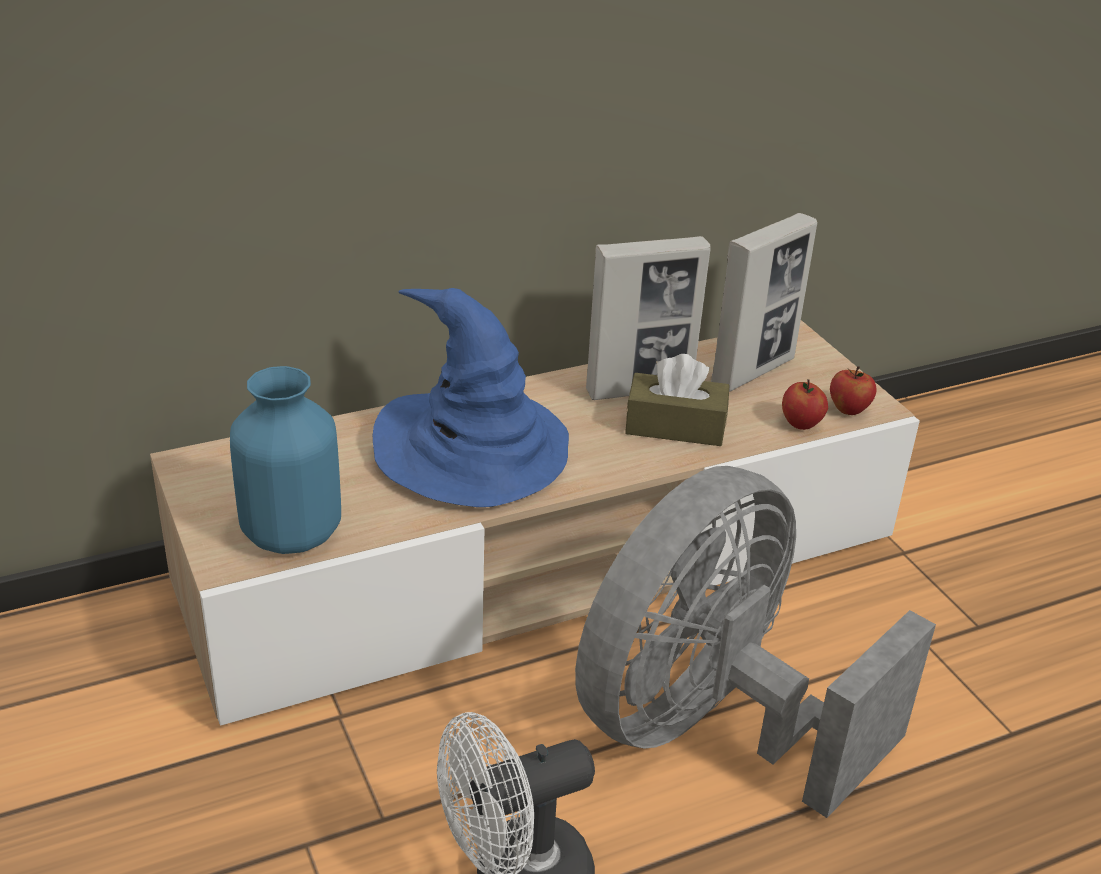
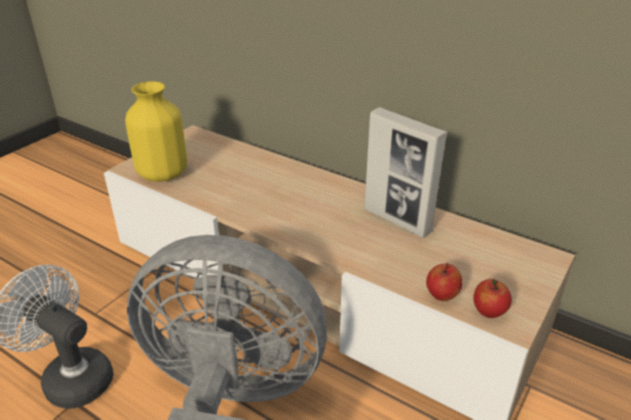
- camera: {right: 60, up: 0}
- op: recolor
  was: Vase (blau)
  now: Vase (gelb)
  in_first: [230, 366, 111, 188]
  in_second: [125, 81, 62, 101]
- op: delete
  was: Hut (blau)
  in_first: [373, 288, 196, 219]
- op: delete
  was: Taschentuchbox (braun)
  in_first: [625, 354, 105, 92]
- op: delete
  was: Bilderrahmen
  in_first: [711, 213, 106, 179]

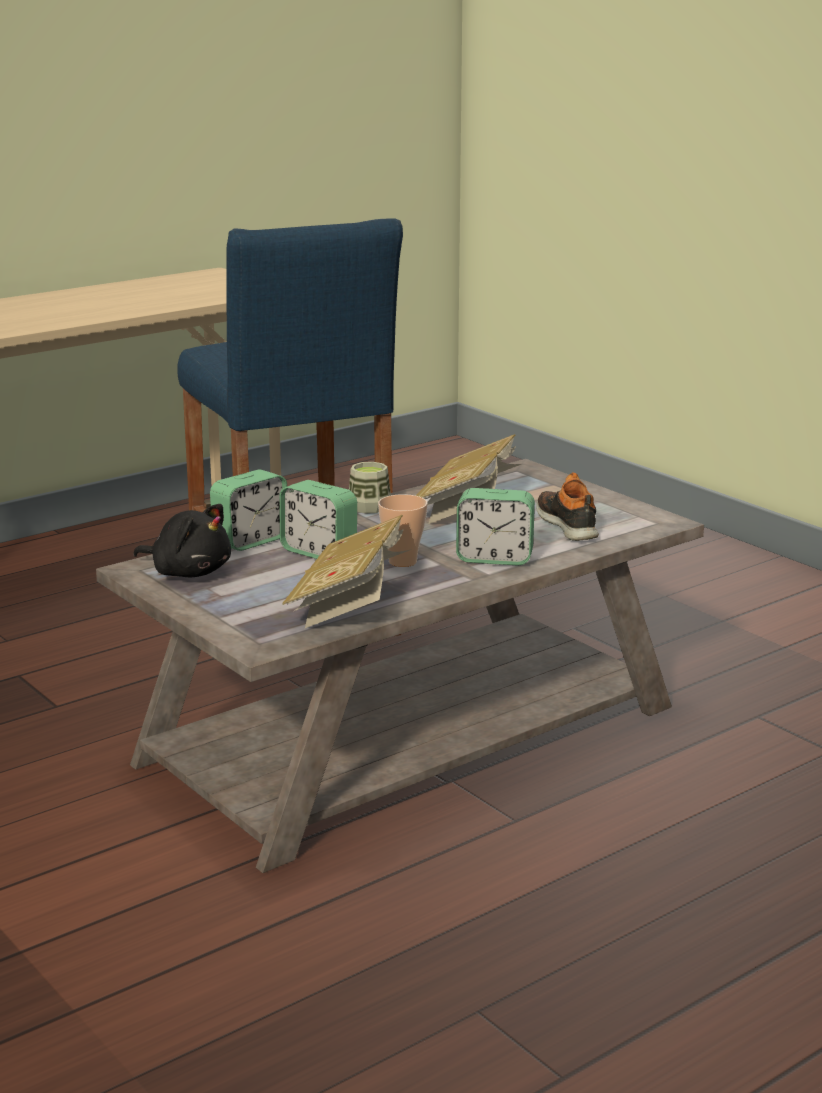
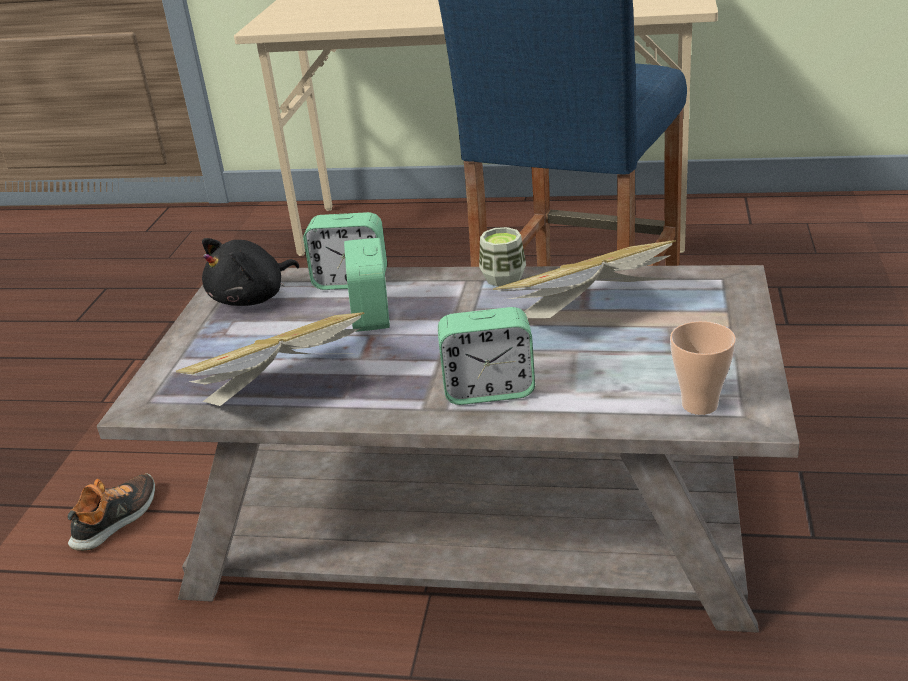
- camera: {right: 50, up: 10}
- op: move
  was: Schuh
  in_first: [536, 472, 63, 69]
  in_second: [68, 473, 87, 78]
- op: rotate
  was: Plüschtier (schwarz)
  in_first: [133, 504, 98, 73]
  in_second: [202, 238, 97, 68]
  clockwise: 60
- op: rotate
  was: Wecker
  in_first: [456, 488, 79, 77]
  in_second: [438, 307, 97, 98]
  clockwise: -60
- op: move
  was: Tasse
  in_first: [378, 494, 50, 73]
  in_second: [670, 321, 66, 94]

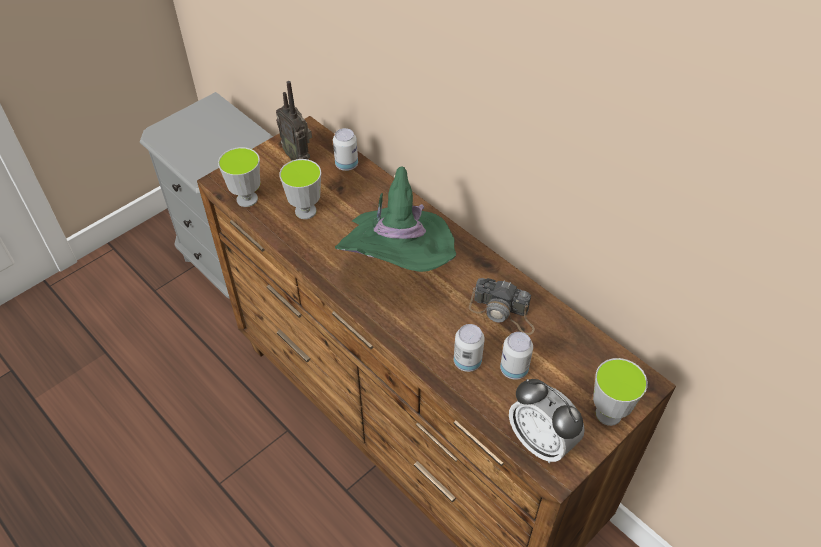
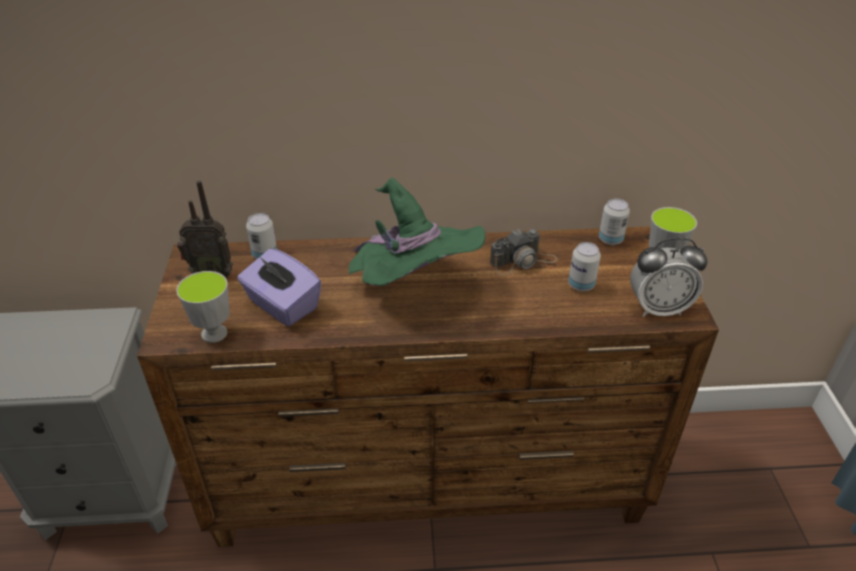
- camera: {right: -50, up: -10}
- op: replace
  was: Tasse
  now: Taschentuchbox (lila)
  in_first: [279, 159, 42, 60]
  in_second: [237, 249, 84, 77]
- op: move
  was: Dose
  in_first: [454, 324, 31, 48]
  in_second: [599, 199, 31, 46]

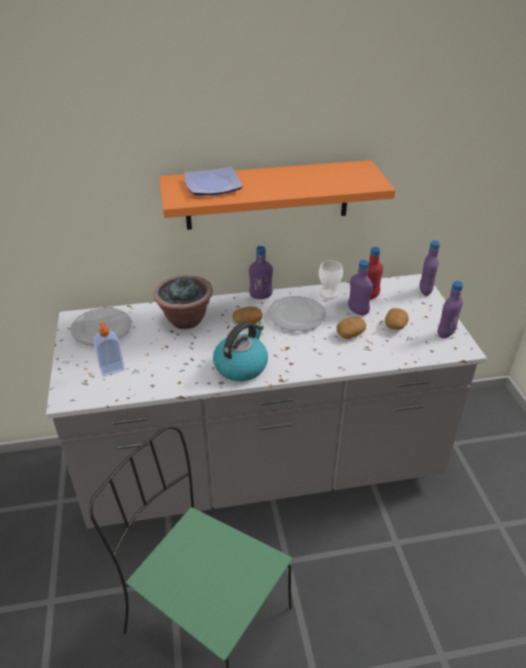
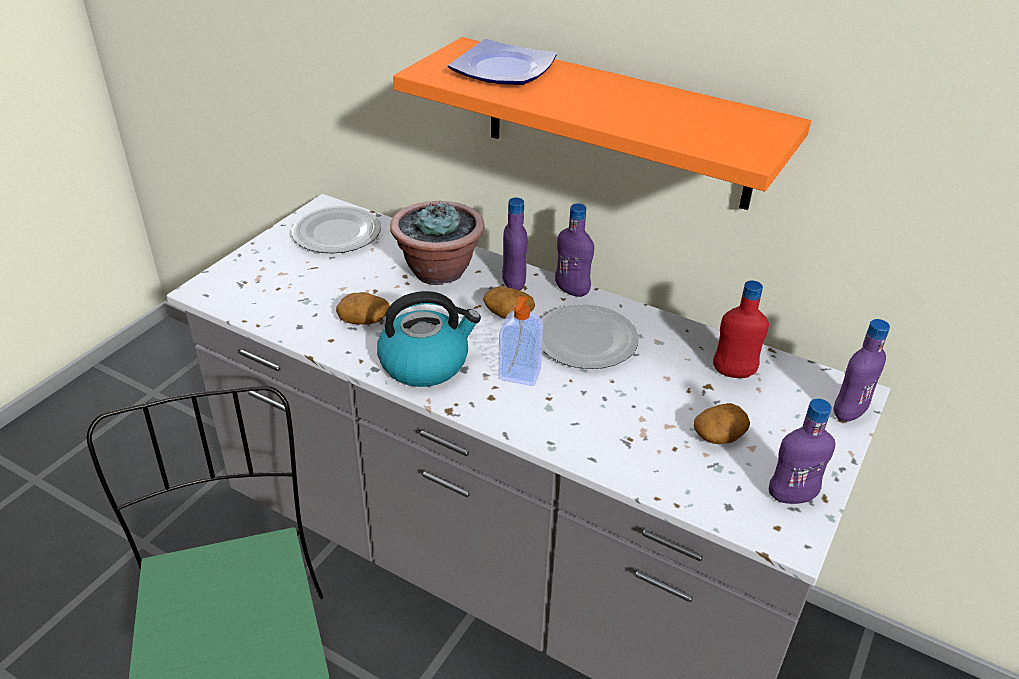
- camera: {right: 40, up: 0}
- op: move
  was: Kartoffel
  in_first: [337, 317, 29, 22]
  in_second: [336, 292, 53, 33]
- op: move
  was: Seifenspender
  in_first: [93, 322, 32, 54]
  in_second: [498, 296, 45, 90]
- op: move
  was: Flasche (lila)
  in_first: [348, 260, 25, 55]
  in_second: [502, 198, 26, 92]
- op: delete
  was: Tasse
  in_first: [319, 260, 24, 39]

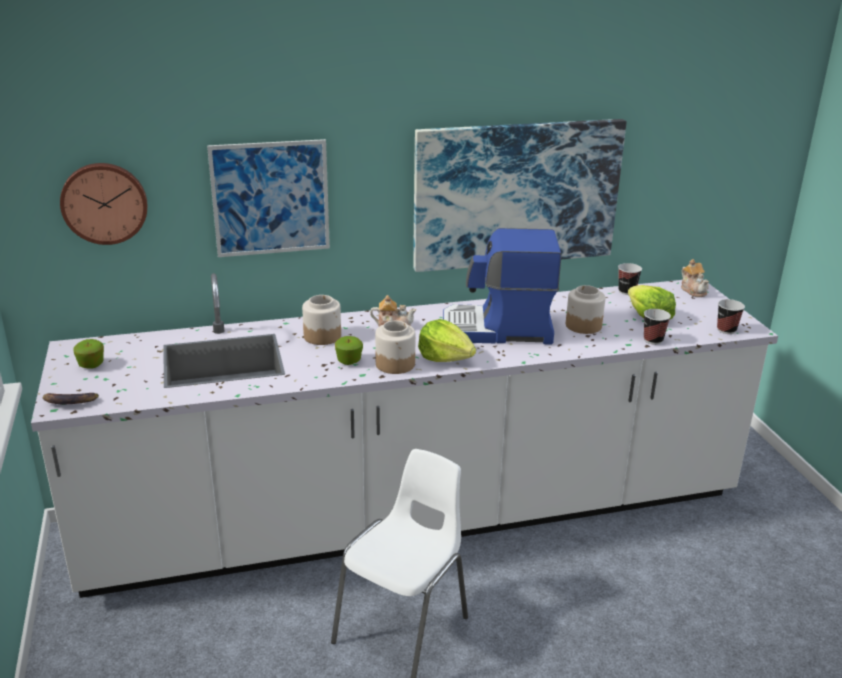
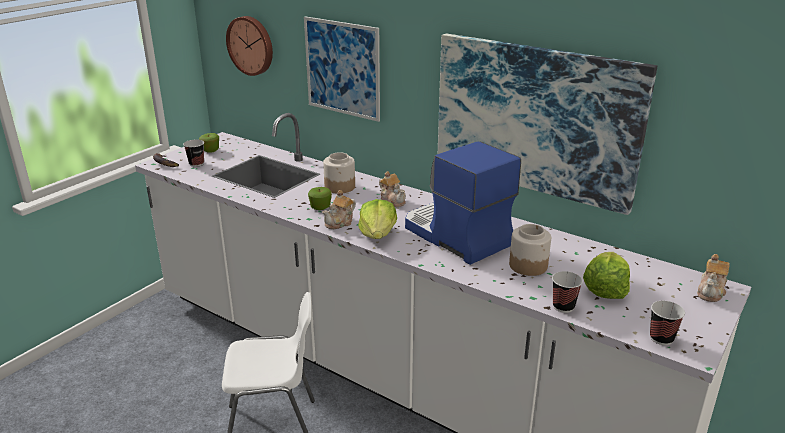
- camera: {right: 50, up: 0}
- op: move
  was: Tasse
  in_first: [618, 263, 24, 32]
  in_second: [183, 140, 21, 27]
- op: replace
  was: Vorratsglas
  now: Teekanne
  in_first: [375, 321, 41, 53]
  in_second: [322, 190, 34, 39]

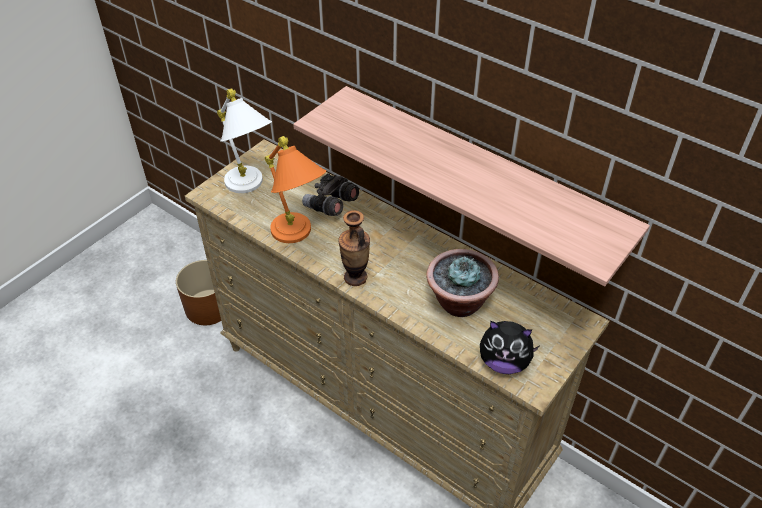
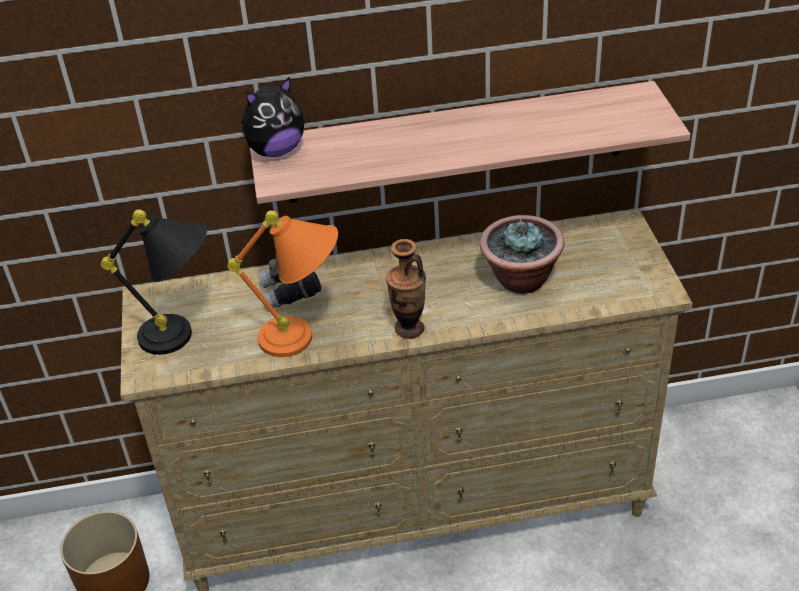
- camera: {right: -45, up: -5}
- op: recolor
  was: Tischlampe (weiß)
  now: Tischlampe (schwarz)
  in_first: [217, 88, 55, 105]
  in_second: [101, 209, 106, 146]
- op: move
  was: Plüschtier
  in_first: [480, 321, 59, 53]
  in_second: [242, 77, 62, 80]

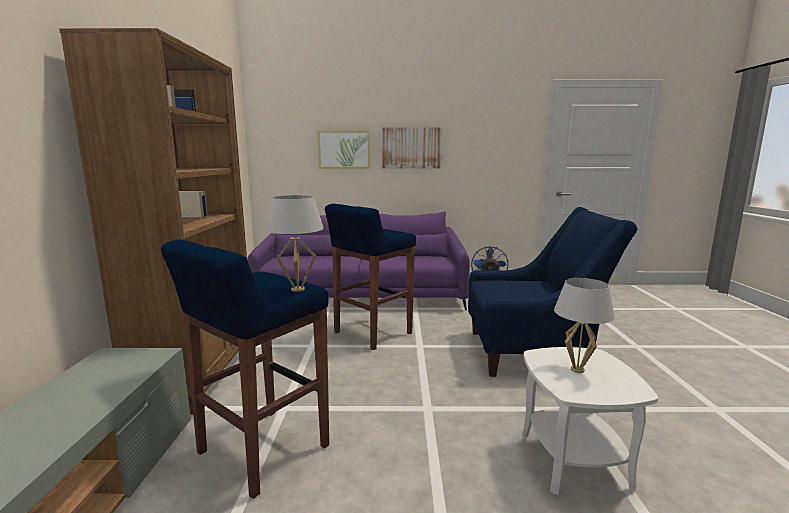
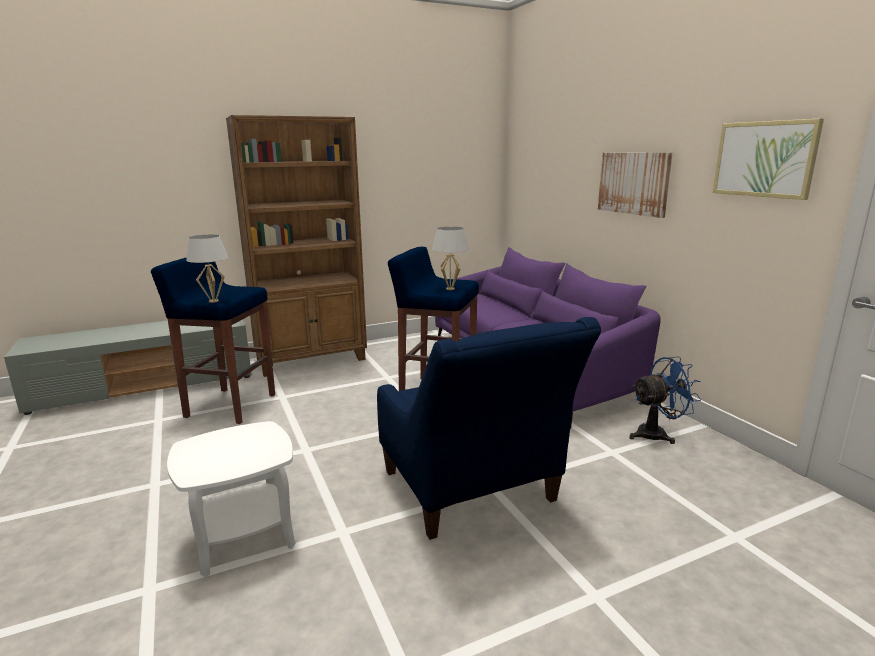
- camera: {right: 65, up: 5}
- op: move
  was: Tischlampe (weiß)
  in_first: [554, 278, 61, 95]
  in_second: [432, 227, 37, 63]
- op: move
  was: Bild
  in_first: [317, 130, 53, 39]
  in_second: [713, 118, 111, 82]

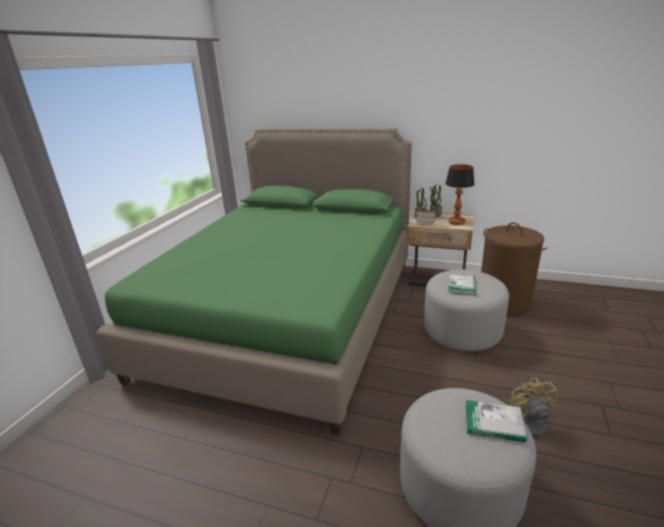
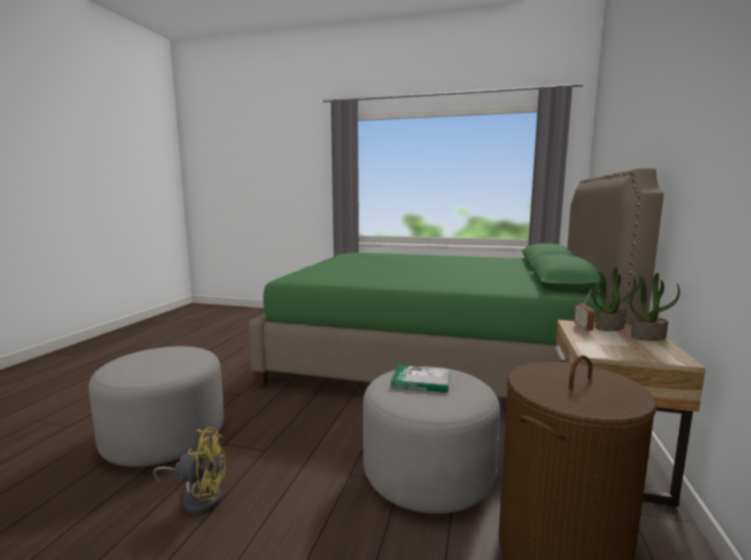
- camera: {right: 85, up: -15}
- op: delete
  was: Tischlampe
  in_first: [445, 164, 30, 61]
- op: delete
  was: Buch
  in_first: [466, 400, 61, 43]

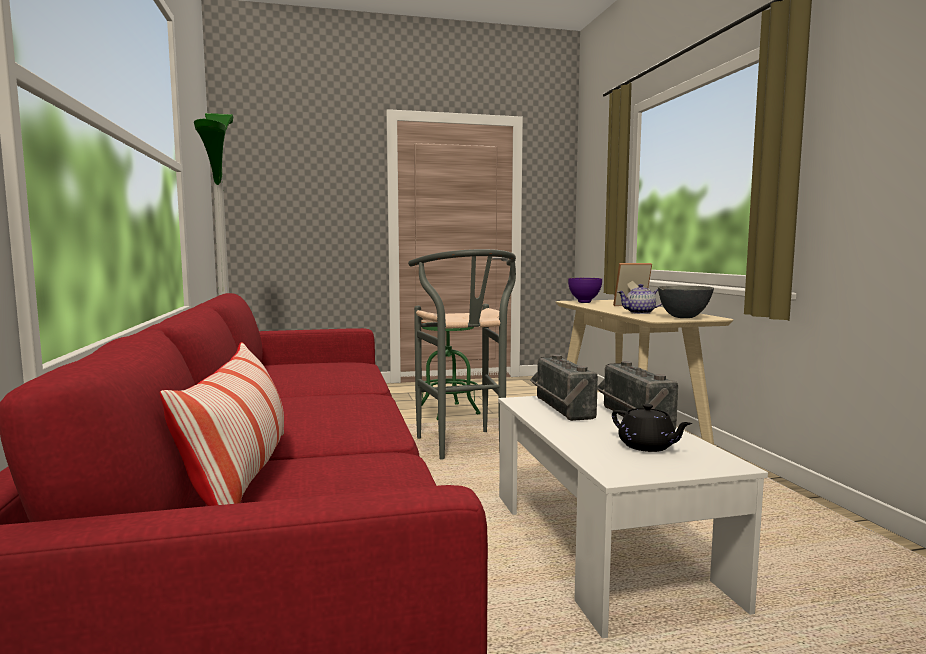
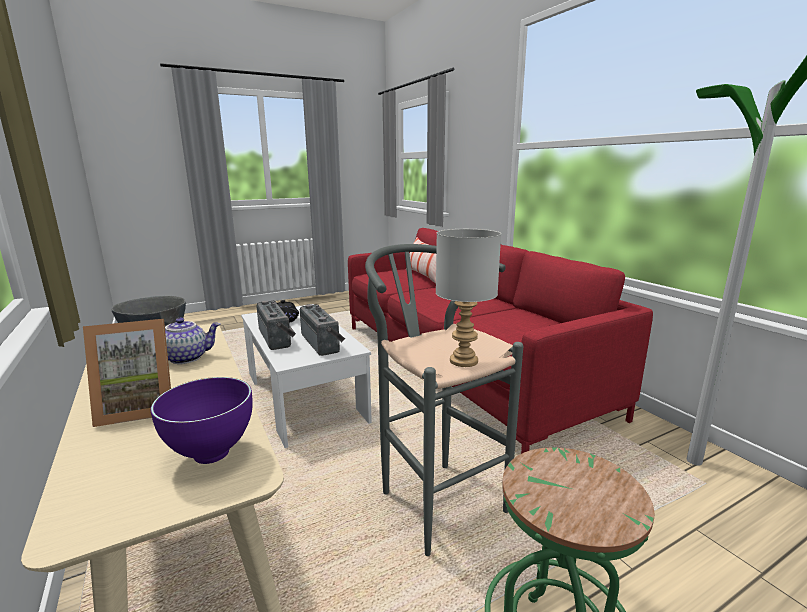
- camera: {right: 165, up: 10}
- op: insert
  now: Tischlampe (grau)
  in_second: [436, 229, 65, 138]

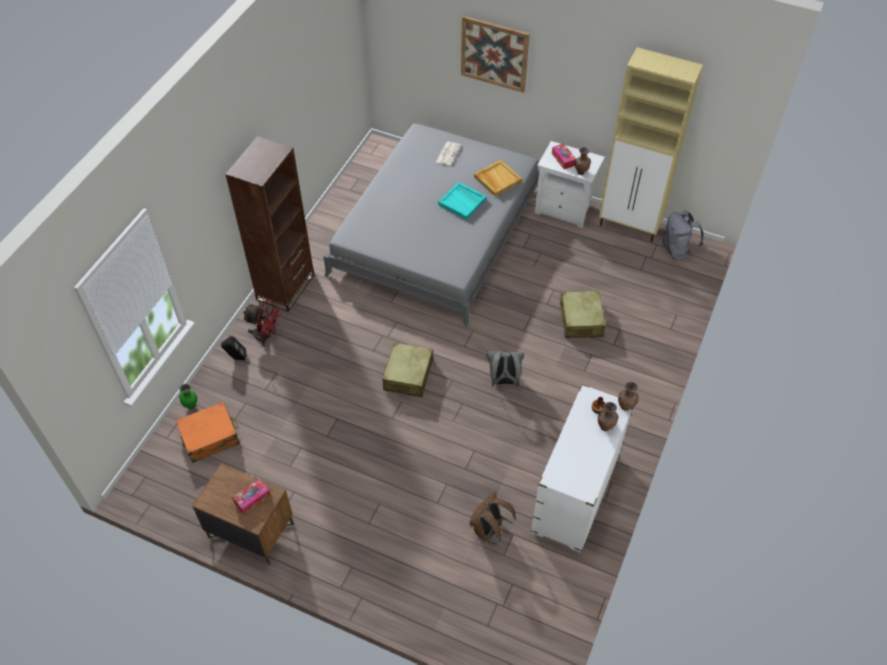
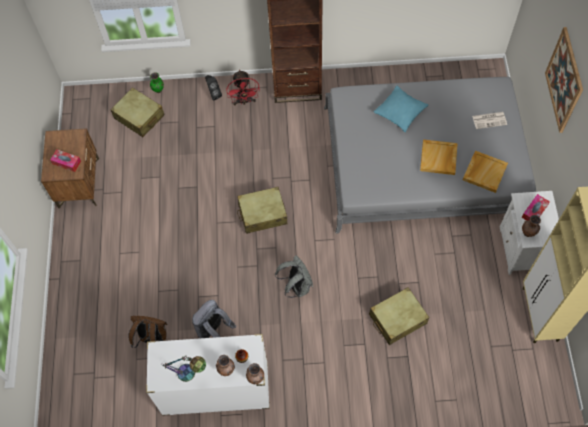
- camera: {right: 65, up: 10}
- op: recolor
  was: Koffer (orange)
  now: Koffer (beige)
  in_first: [176, 402, 64, 61]
  in_second: [111, 87, 54, 50]
- op: insert
  now: Tischlampe
  in_second: [161, 356, 45, 26]
- op: move
  was: Rucksack (grau)
  in_first: [662, 210, 42, 50]
  in_second: [192, 300, 44, 38]
- op: insert
  now: Kissen (türkis)
  in_second: [374, 85, 54, 47]
- op: recolor
  was: Tablett (türkis)
  now: Tablett (beige)
  in_first: [438, 182, 48, 38]
  in_second: [420, 139, 38, 36]

